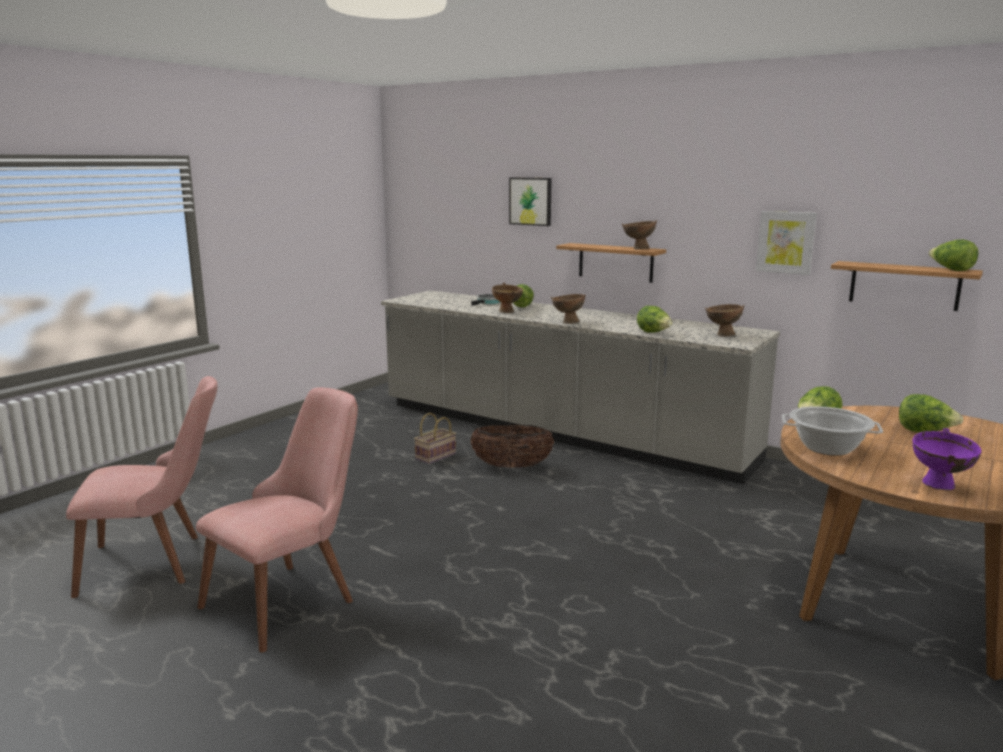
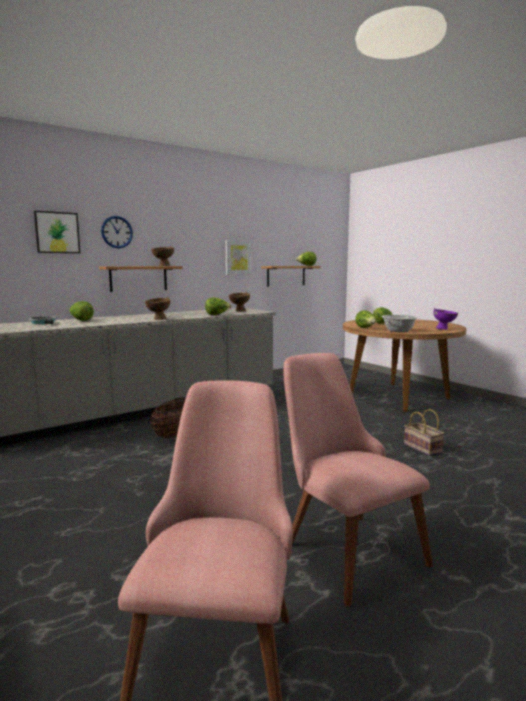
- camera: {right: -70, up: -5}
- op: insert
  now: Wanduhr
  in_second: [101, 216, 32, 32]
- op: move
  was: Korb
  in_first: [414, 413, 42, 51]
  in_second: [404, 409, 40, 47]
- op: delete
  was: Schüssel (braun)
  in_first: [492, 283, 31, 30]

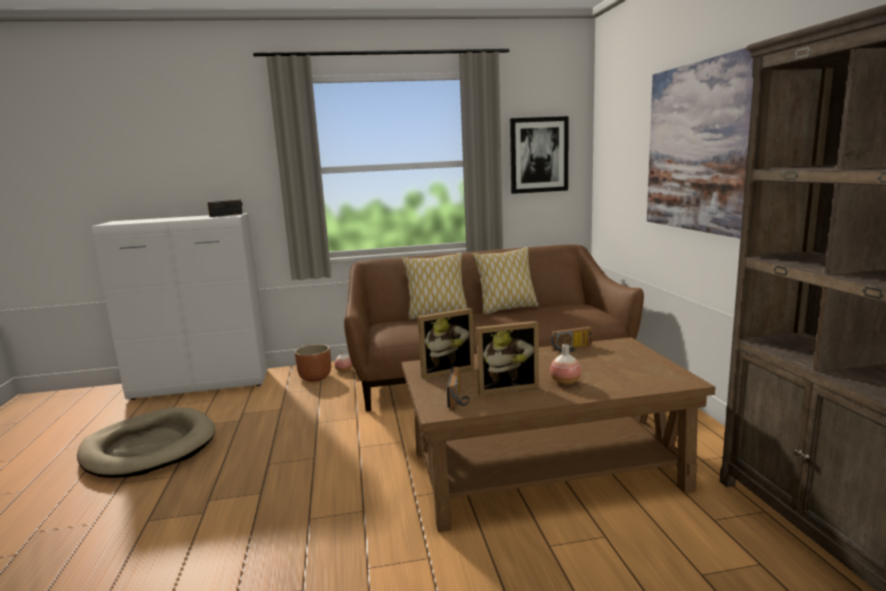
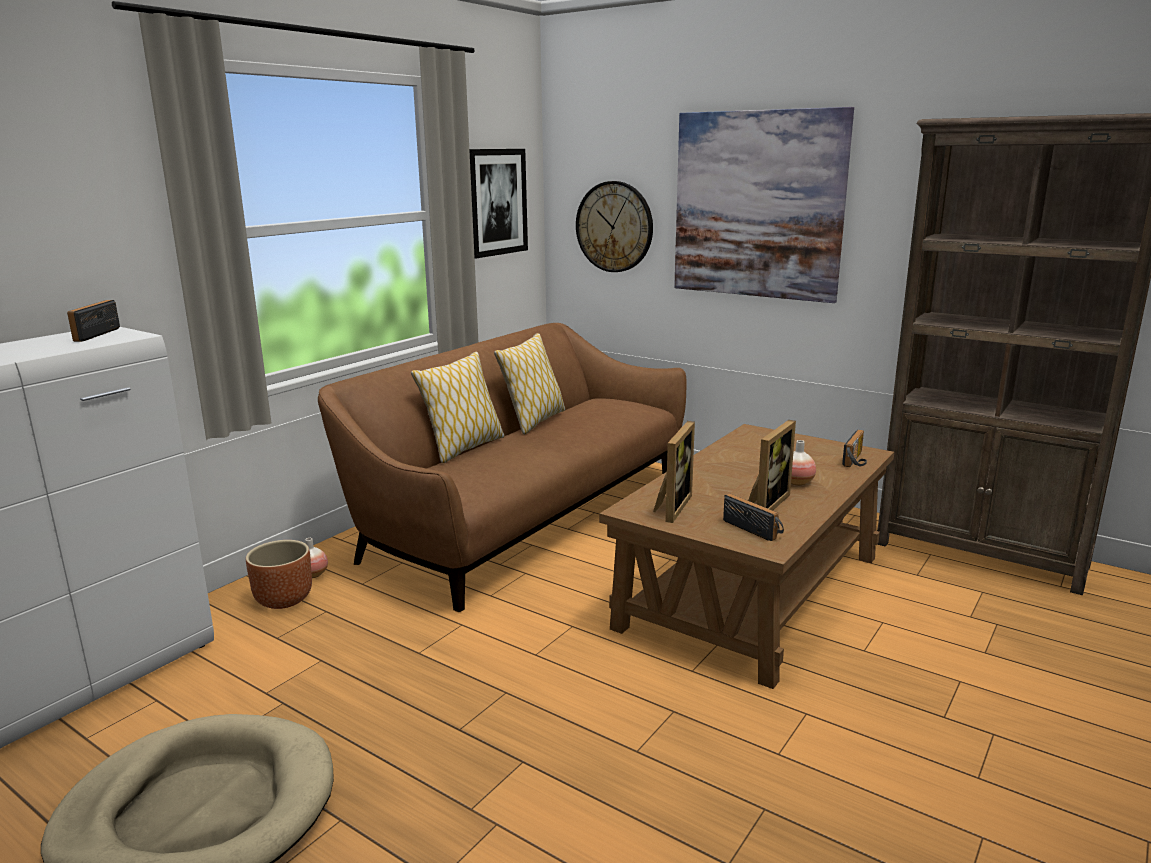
- camera: {right: -45, up: 5}
- op: insert
  now: Wanduhr
  in_second: [576, 181, 77, 91]
- op: move
  was: Radio
  in_first: [551, 327, 41, 25]
  in_second: [842, 430, 25, 37]

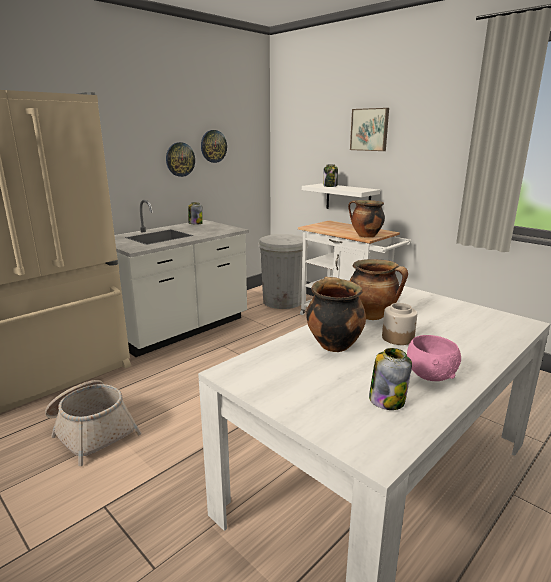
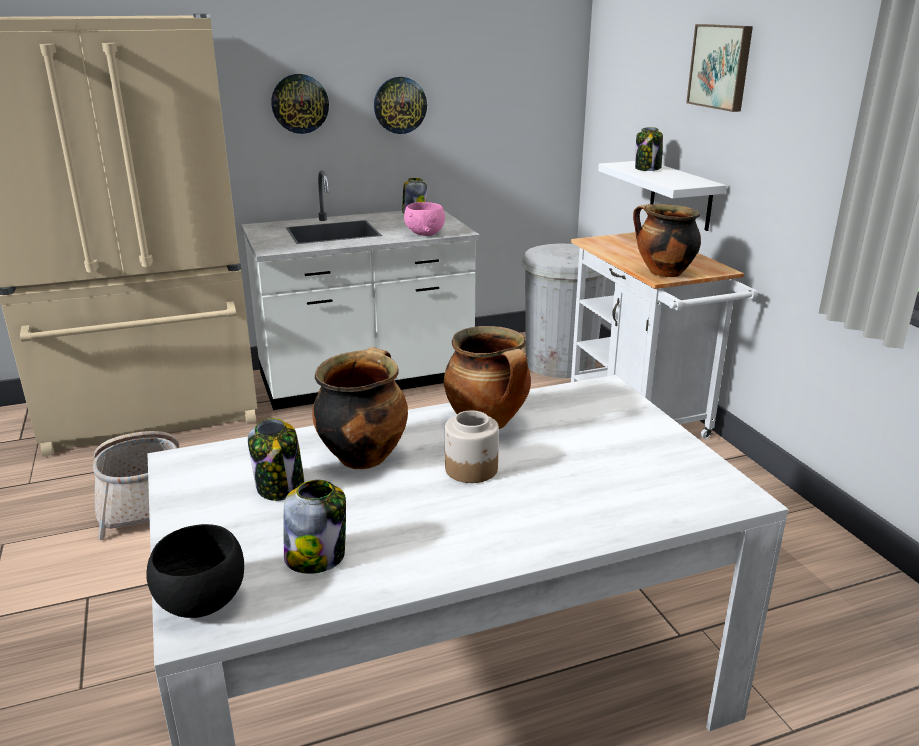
- camera: {right: 25, up: 5}
- op: insert
  now: Schüssel (schwarz)
  in_second: [146, 524, 98, 94]
- op: insert
  now: Vorratsglas
  in_second: [248, 418, 56, 83]
- op: move
  was: Wanduhr
  in_first: [201, 130, 26, 33]
  in_second: [271, 74, 58, 60]
- op: move
  was: Schüssel (rosa)
  in_first: [407, 335, 54, 46]
  in_second: [404, 202, 41, 34]

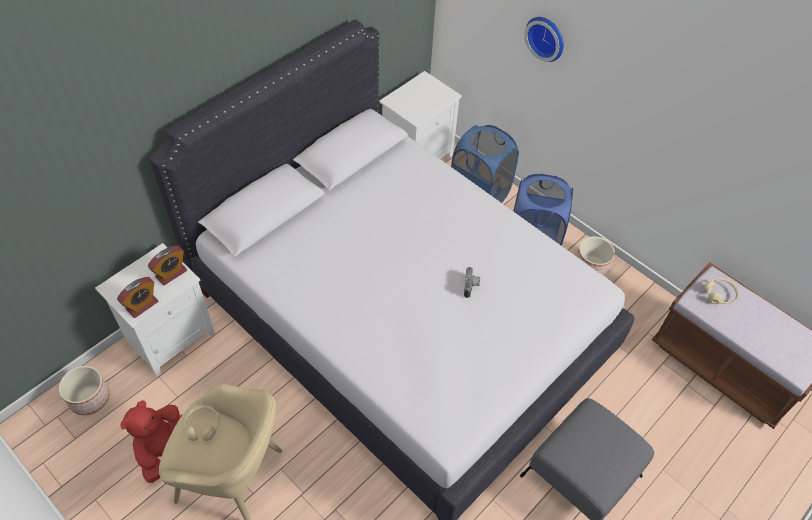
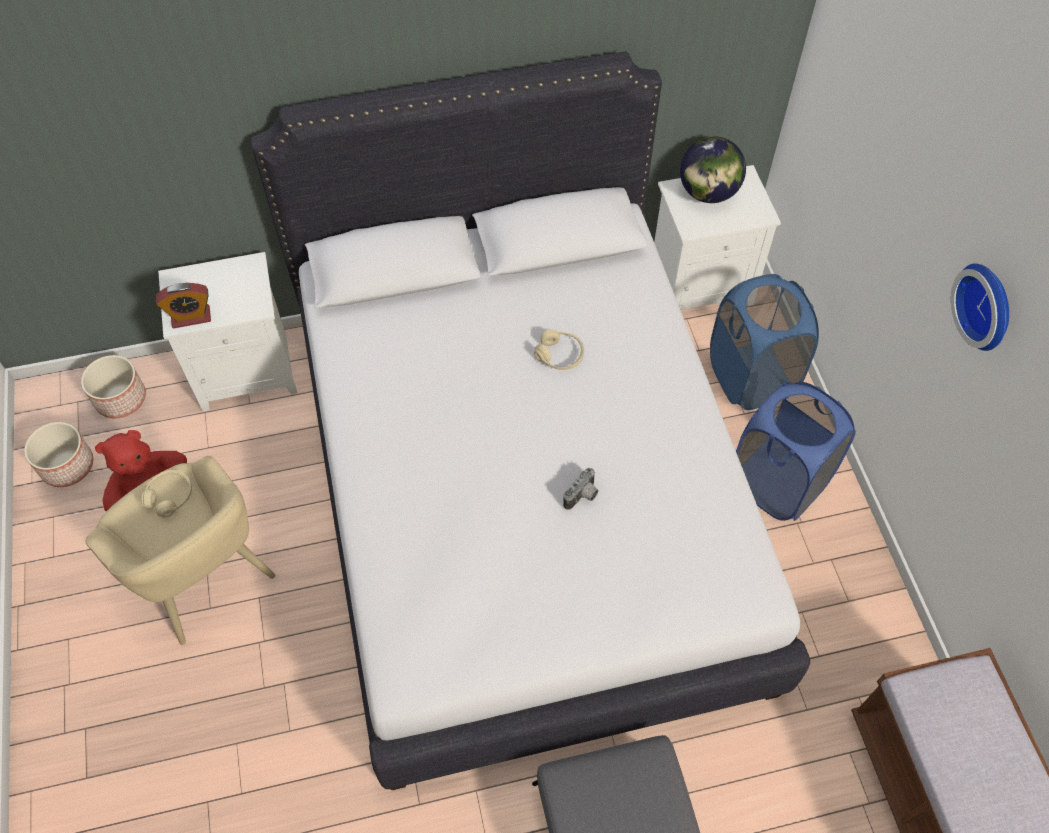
- camera: {right: 35, up: 5}
- op: move
  was: Pflanzkübel
  in_first: [576, 236, 39, 40]
  in_second: [24, 422, 69, 65]
- op: move
  was: Kopfhörer (beige)
  in_first: [703, 278, 36, 26]
  in_second: [534, 329, 50, 41]
- op: insert
  now: Globus
  in_second: [680, 136, 66, 67]
- op: move
  was: Wanduhr
  in_first: [524, 17, 40, 45]
  in_second: [951, 264, 58, 87]
- op: delete
  was: Wecker
  in_first: [148, 246, 39, 40]

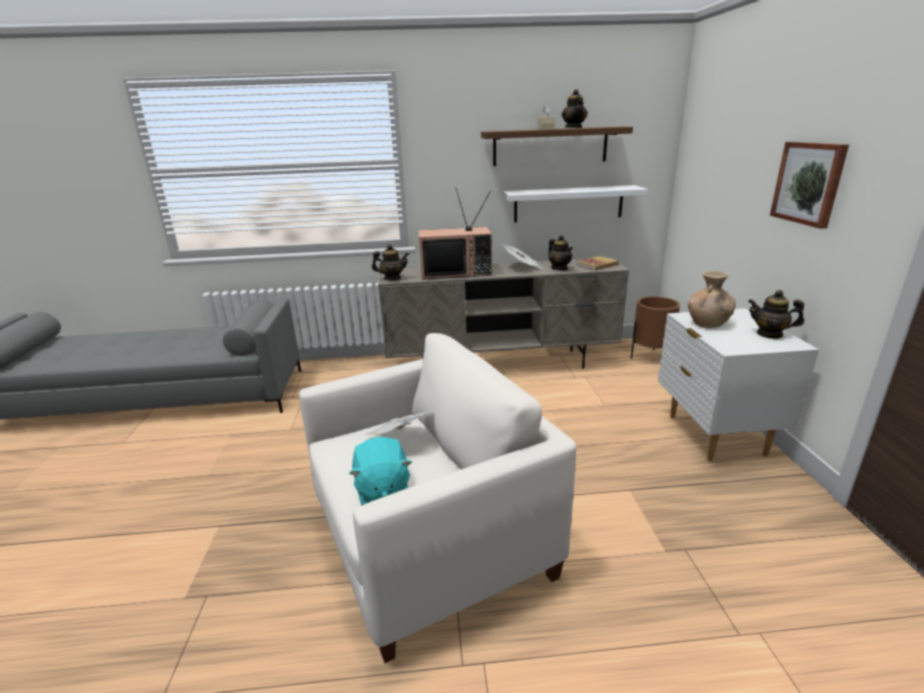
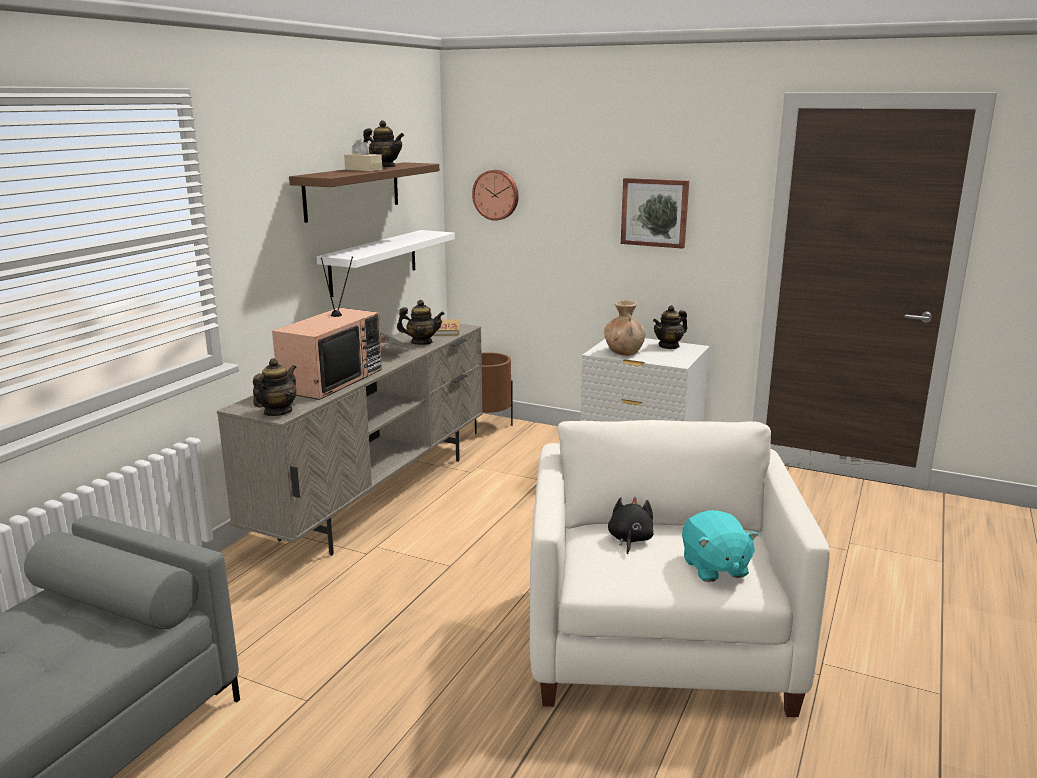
- camera: {right: -60, up: -5}
- op: insert
  now: Wanduhr
  in_second: [472, 170, 47, 51]
- op: replace
  was: Zeitung
  now: Plüschtier (schwarz)
  in_first: [364, 411, 65, 24]
  in_second: [608, 497, 45, 57]
- op: rotate
  was: Plüschtier (türkis)
  in_first: [349, 437, 63, 68]
  in_second: [682, 510, 77, 72]
  clockwise: 60

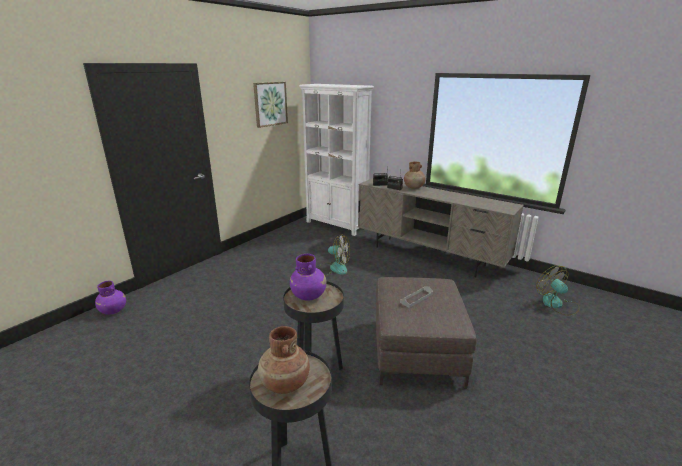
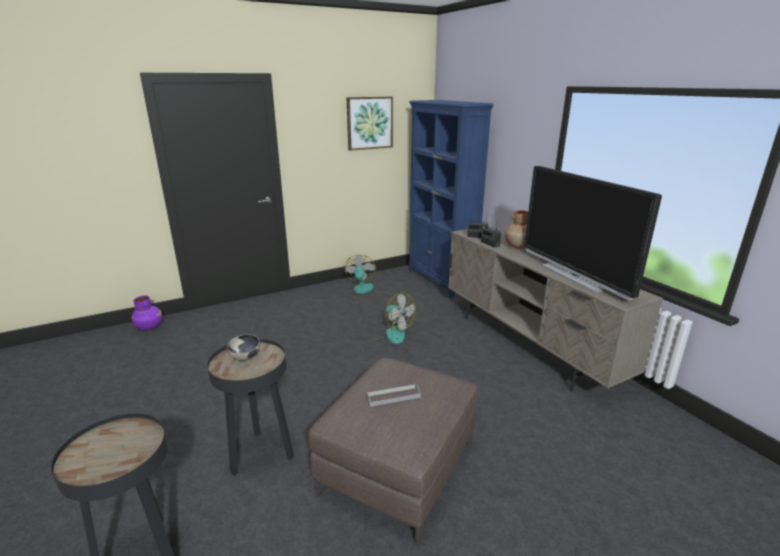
- camera: {right: 25, up: 0}
- op: replace
  was: Vase (lila)
  now: Schüssel
  in_first: [290, 254, 37, 47]
  in_second: [227, 334, 33, 27]
- op: move
  was: Ventilator
  in_first: [536, 265, 44, 51]
  in_second: [344, 255, 38, 44]
- op: recolor
  was: Bücherregal (weiß)
  now: Bücherregal (blau)
  in_first: [299, 84, 75, 152]
  in_second: [409, 100, 85, 198]
- op: insert
  now: Fernseher
  in_second: [524, 166, 138, 134]
- op: delete
  was: Vase (braun)
  in_first: [258, 326, 52, 68]

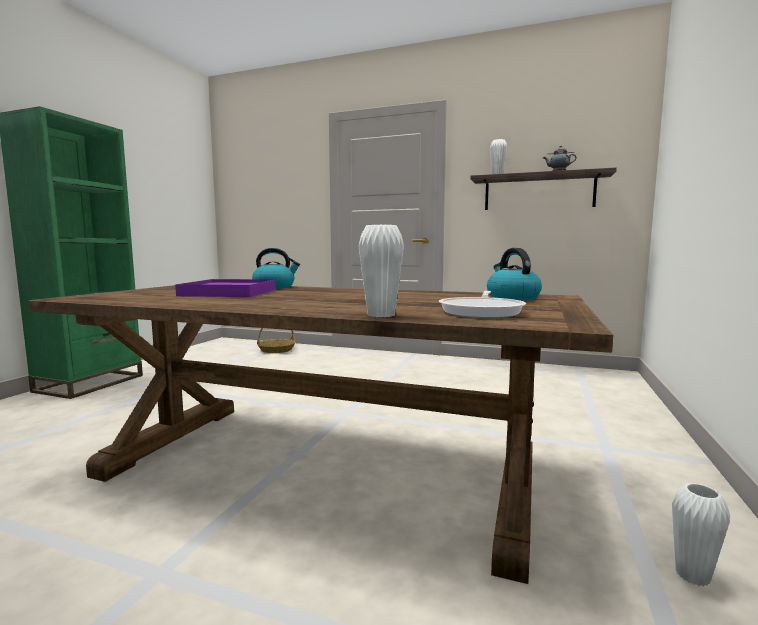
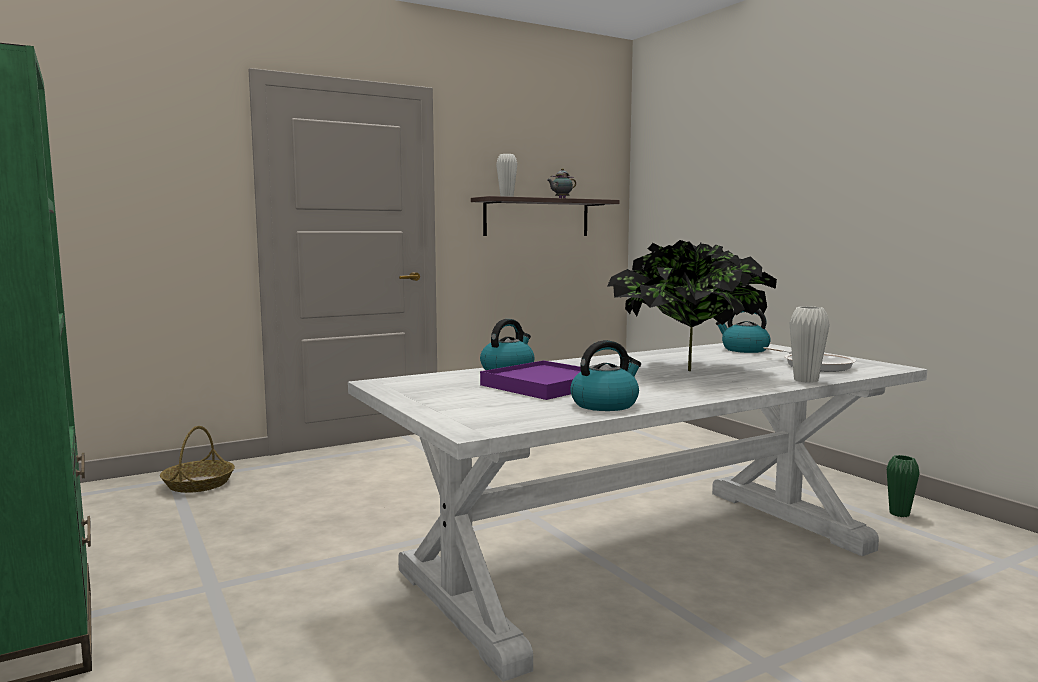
- camera: {right: -50, up: 0}
- op: recolor
  was: Esstisch (braun)
  now: Esstisch (weiß)
  in_first: [28, 285, 586, 299]
  in_second: [348, 343, 579, 339]
- op: insert
  now: Wasserkessel
  in_second: [570, 340, 71, 71]
- op: insert
  now: Topfpflanze
  in_second: [607, 240, 170, 131]
- op: recolor
  was: Vase (weiß)
  now: Vase (grün)
  in_first: [672, 483, 58, 103]
  in_second: [887, 455, 33, 62]

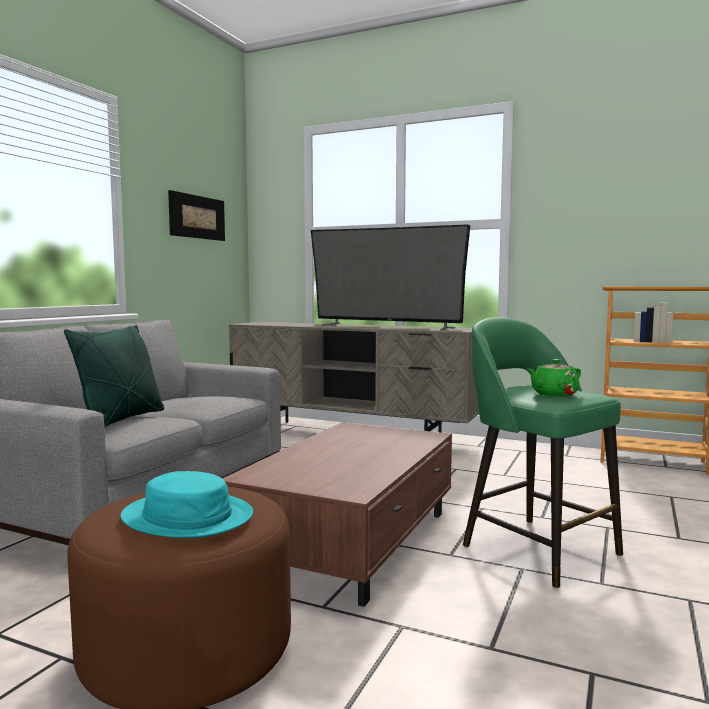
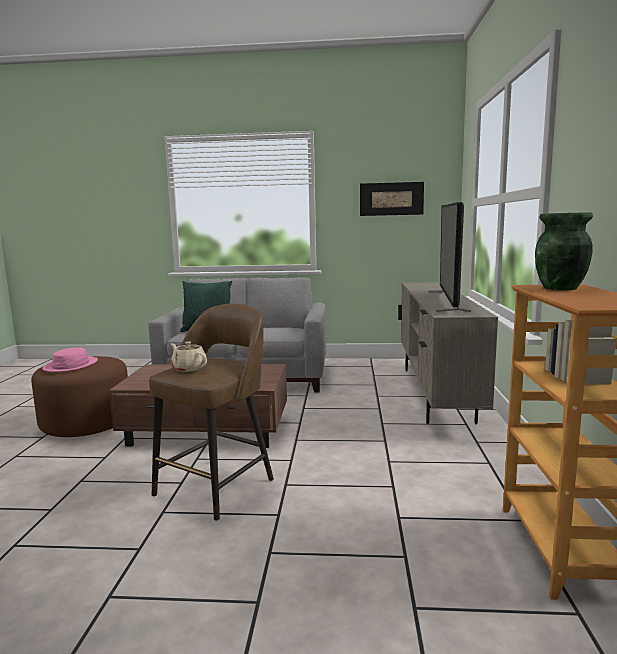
- camera: {right: 70, up: 5}
- op: recolor
  was: Hut (türkis)
  now: Hut (rosa)
  in_first: [120, 471, 133, 67]
  in_second: [42, 348, 56, 24]
- op: recolor
  was: Hocker (grün)
  now: Hocker (braun)
  in_first: [463, 317, 160, 271]
  in_second: [149, 304, 125, 217]
- op: recolor
  was: Teekanne (grün)
  now: Teekanne (beige)
  in_first: [527, 359, 54, 38]
  in_second: [171, 342, 36, 30]
- op: insert
  now: Vase (grün)
  in_second: [535, 212, 58, 78]

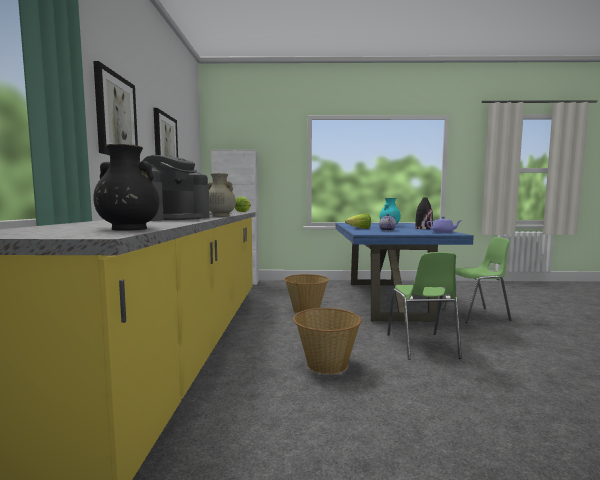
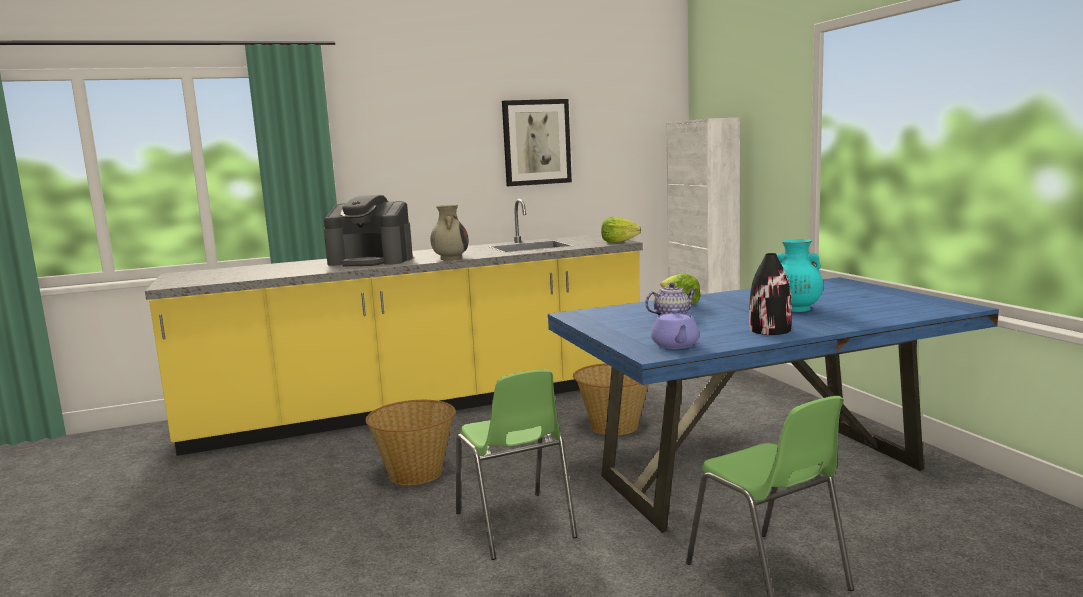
- camera: {right: 70, up: 5}
- op: rotate
  was: Stuhl (grün)
  in_first: [387, 252, 75, 108]
  in_second: [456, 370, 121, 190]
  clockwise: -90
- op: delete
  was: Bild
  in_first: [93, 61, 45, 94]
- op: delete
  was: Vase (schwarz)
  in_first: [93, 144, 67, 87]

